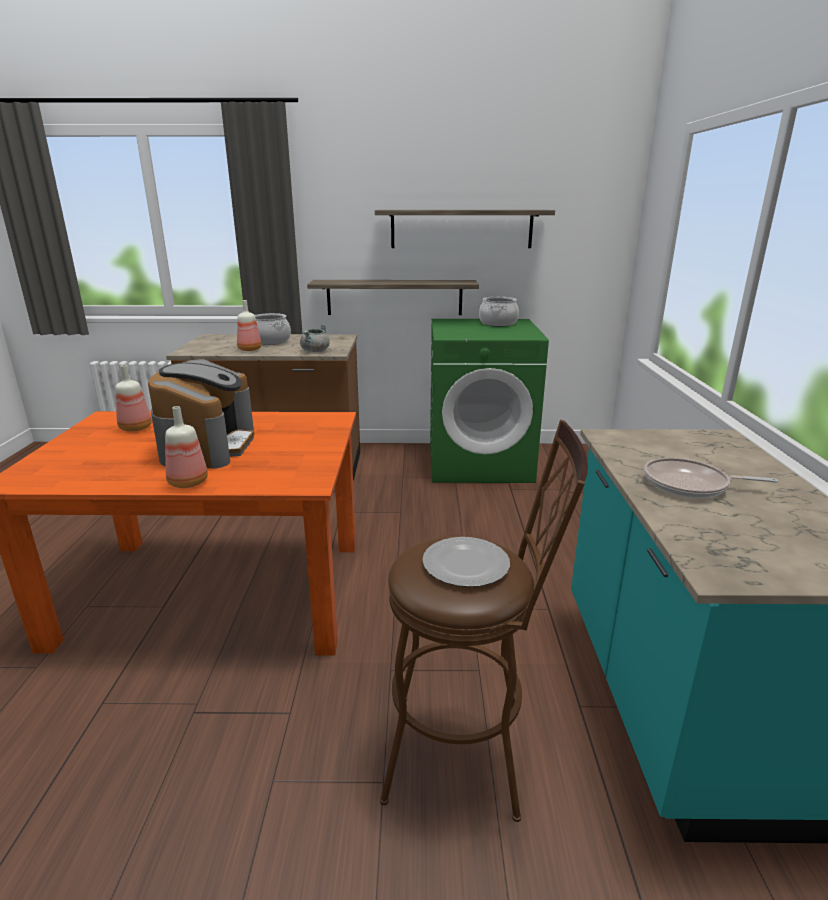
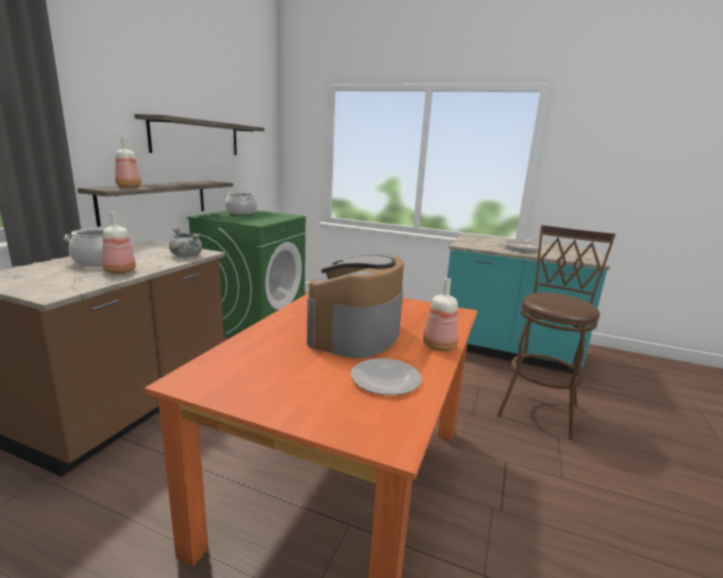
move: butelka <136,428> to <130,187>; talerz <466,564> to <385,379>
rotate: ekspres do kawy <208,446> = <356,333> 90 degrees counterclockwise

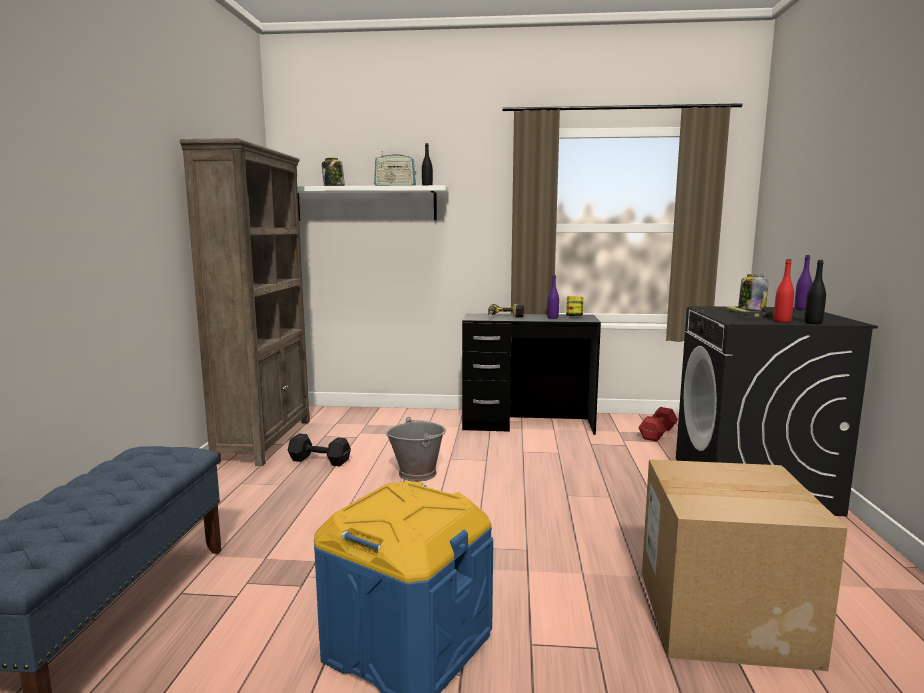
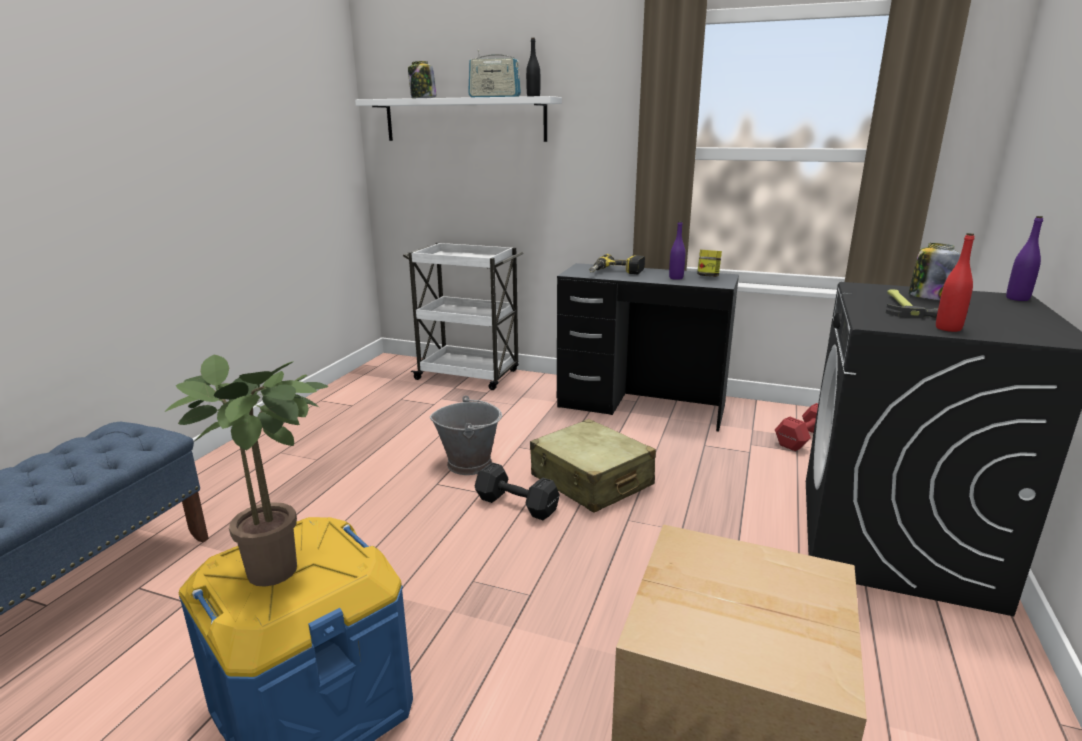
delete: regał (brązowy) <265,440>; butelka (czarny) <813,323>
insert: wózek (biały) <469,375>; roślina doniczkowa <282,569>; walizka (beżowy) <591,481>
move: hantel (czarny) <318,460> to <515,504>

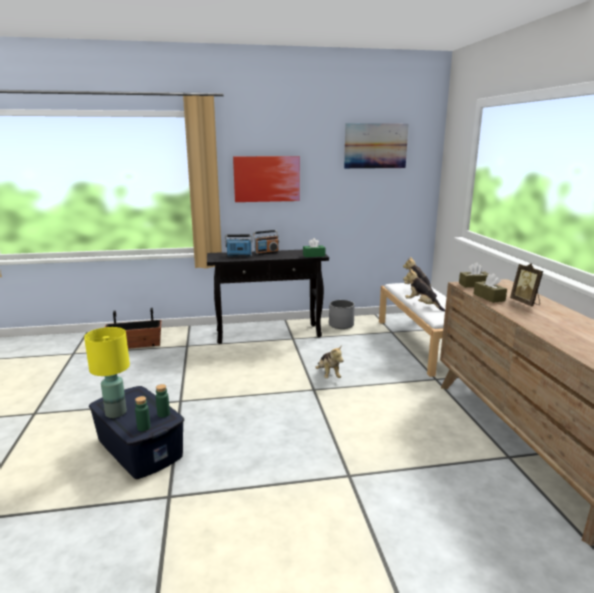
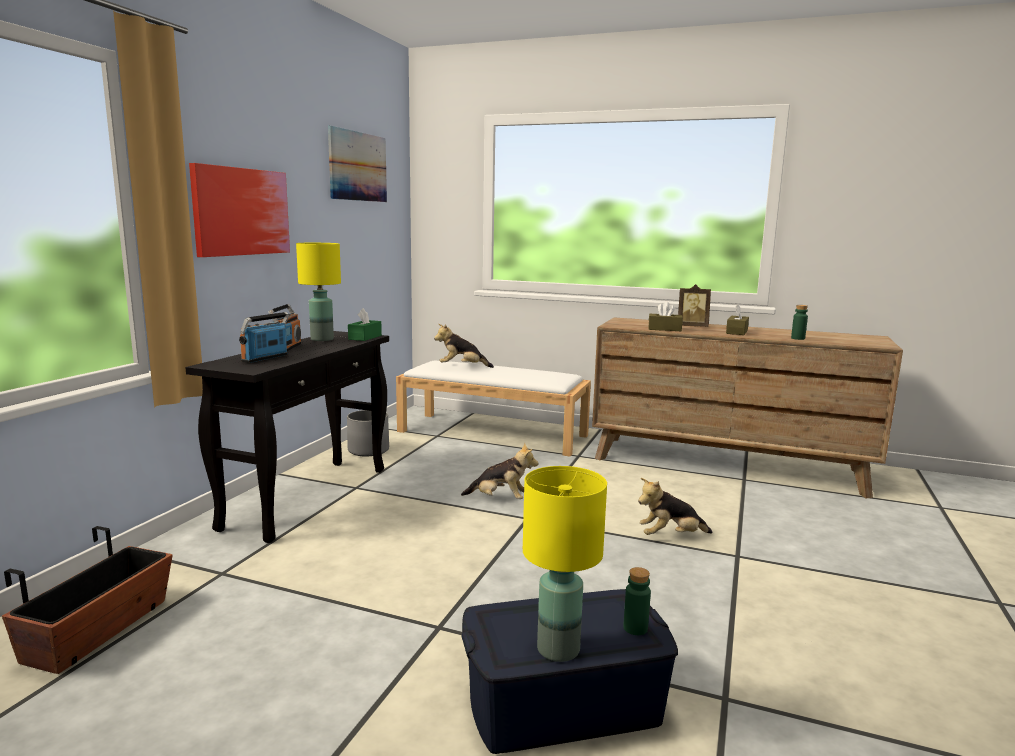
insert: lampa stołowa (żółty) <321,339>
move: pudełko chusteczek (brązowy) <474,285> to <736,332>; pluszak <422,305> to <670,536>; butelka (zielony) <163,414> to <798,338>

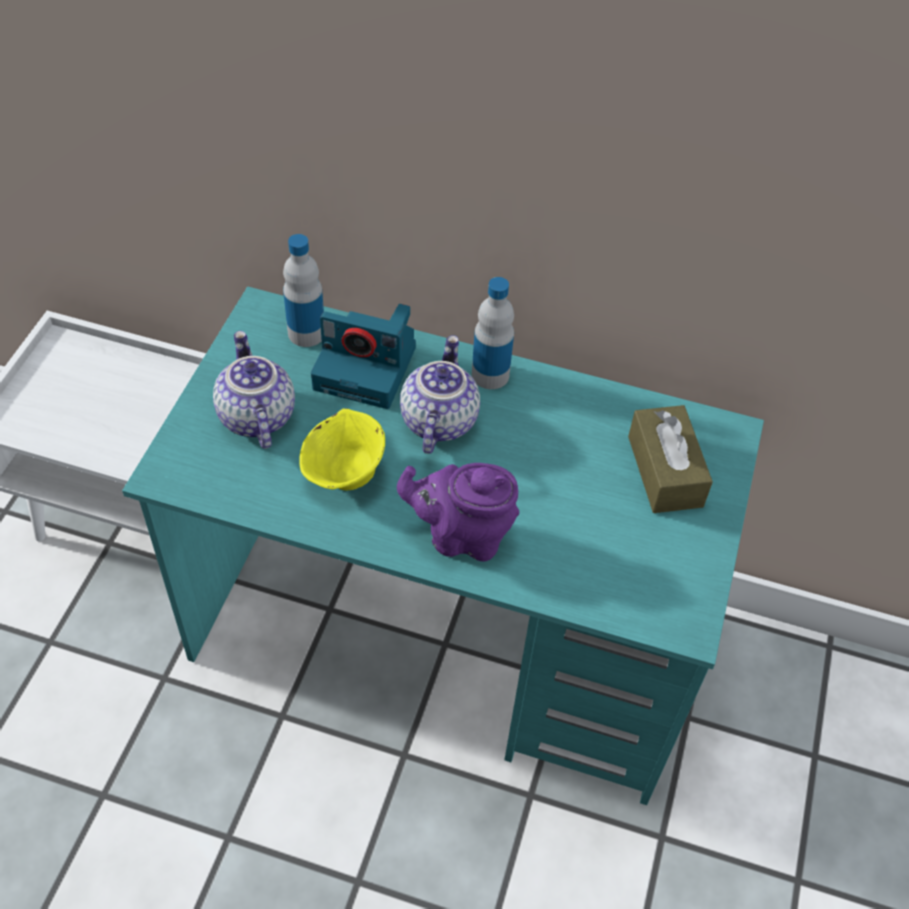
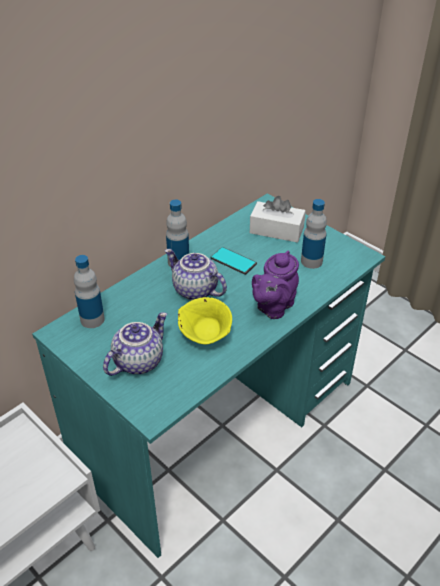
delete: aparat fotograficzny <368,367>
insert: butelka <311,261>; telefon <233,261>
recolor: pudełko chusteczek (brązowy) <665,471> to pudełko chusteczek (biały) <276,230>
rotate: imbryk <254,416> = <138,361> 120 degrees clockwise

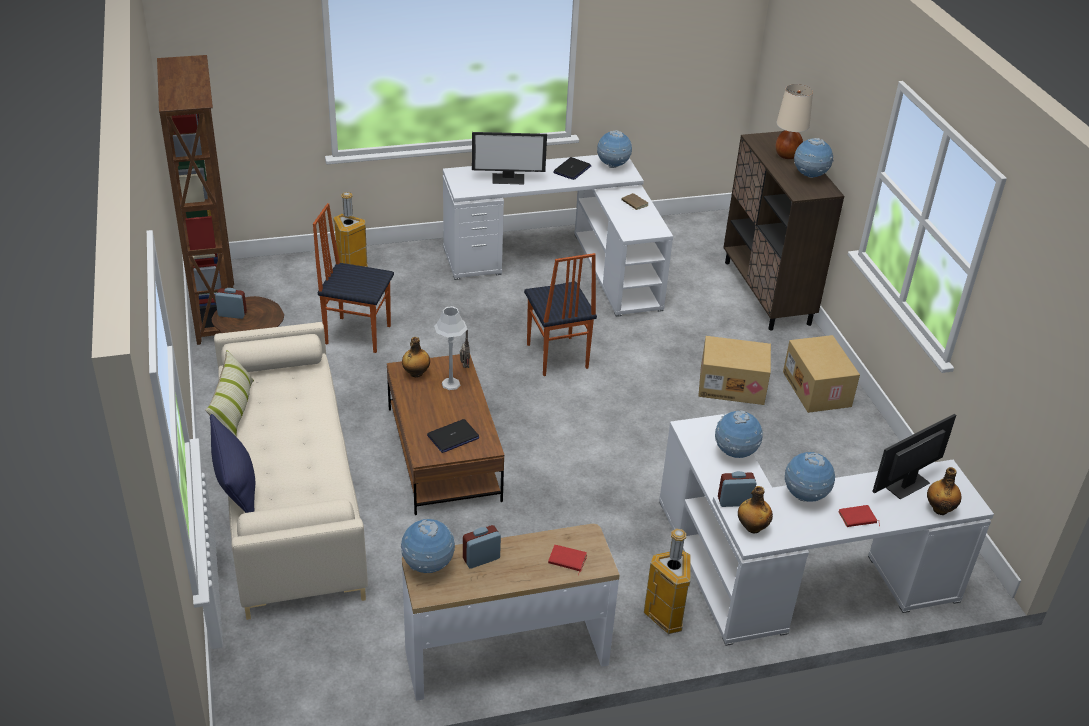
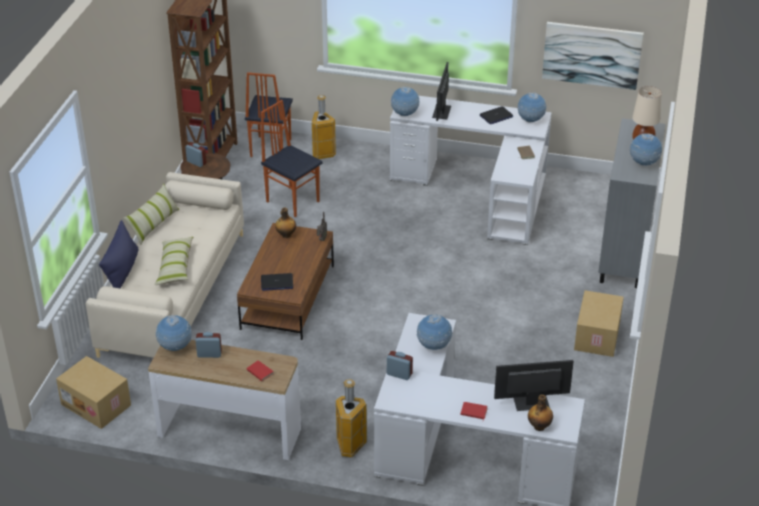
delete: lampa stołowa (szary) <450,384>; butelka <752,527>
insert: obraz <592,55>; poduszka <175,267>
move: krzesło <556,357> to <270,148>; karton <732,385> to <97,404>; globus <805,496> to <404,114>
recolor: szafka (brązowy) <767,293> to szafka (szary) <624,254>
rotate: monitor <508,178> = <442,112> 75 degrees clockwise

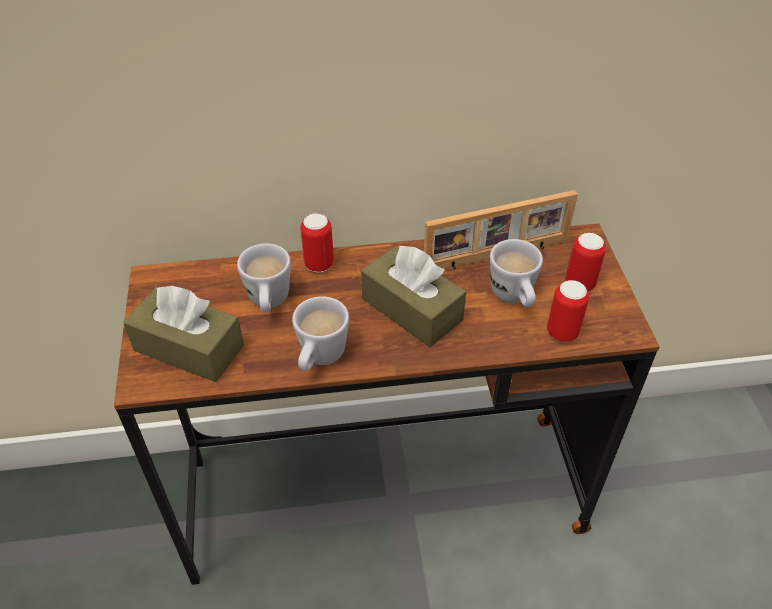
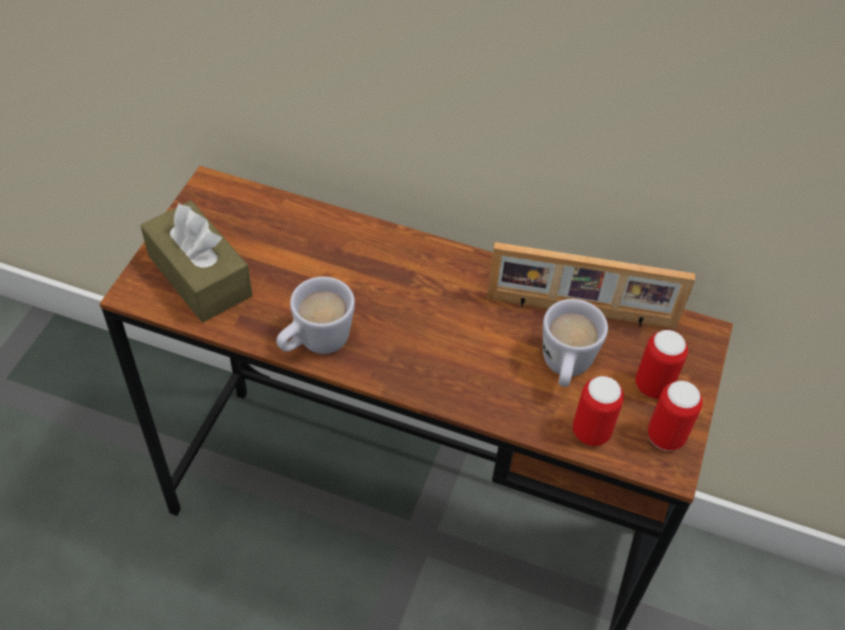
delete: kubek (biały) <269,303>; pudełko chusteczek (brązowy) <411,309>
move: puszka <319,264> to <665,436>

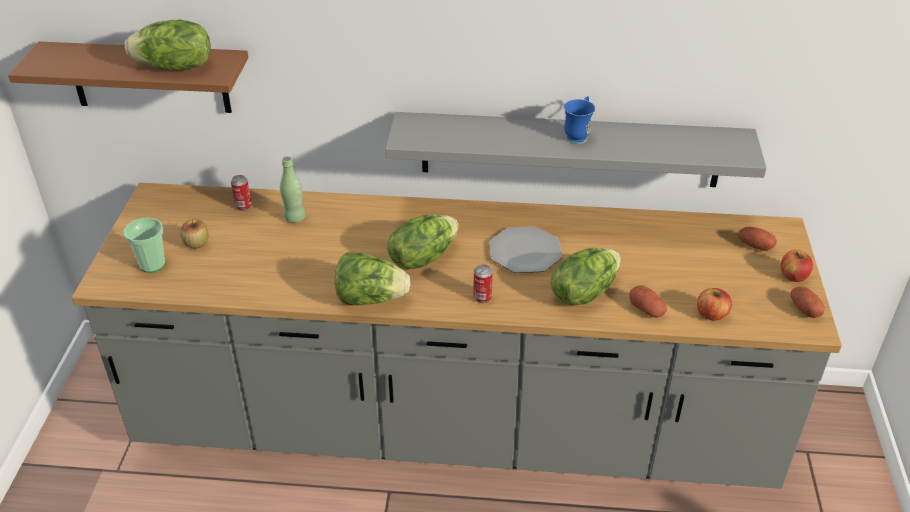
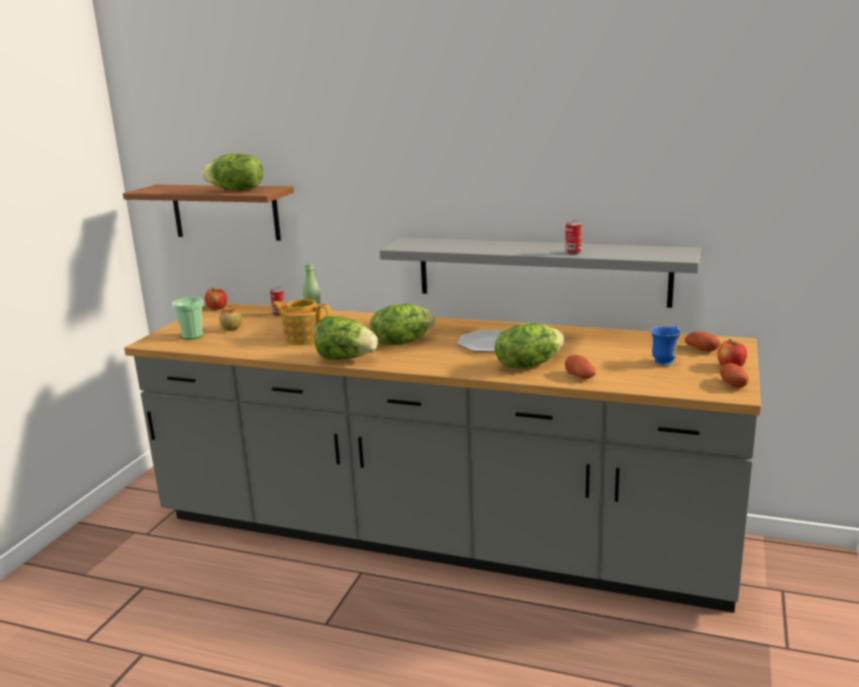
insert: imbryk <304,338>
move: kubek (niebieski) <578,135> to <666,361>; puszka <482,297> to <573,252>; jabłko <711,314> to <217,308>

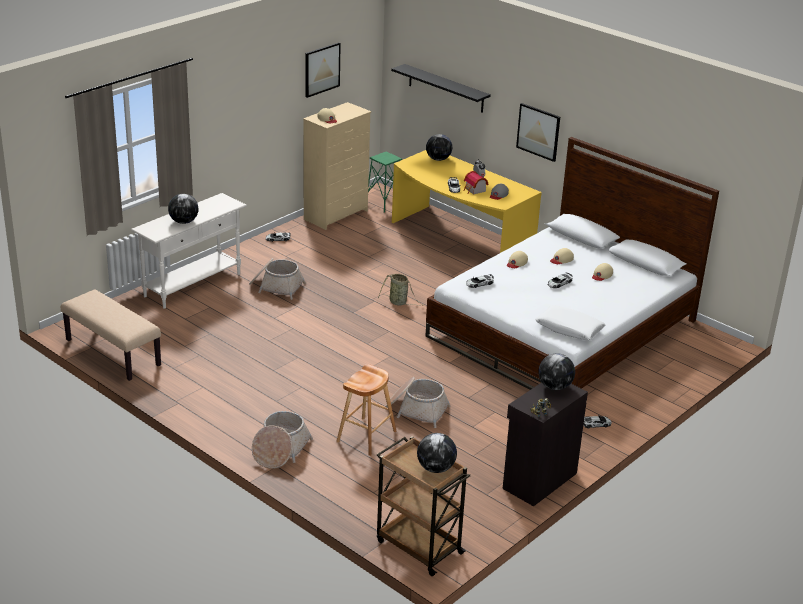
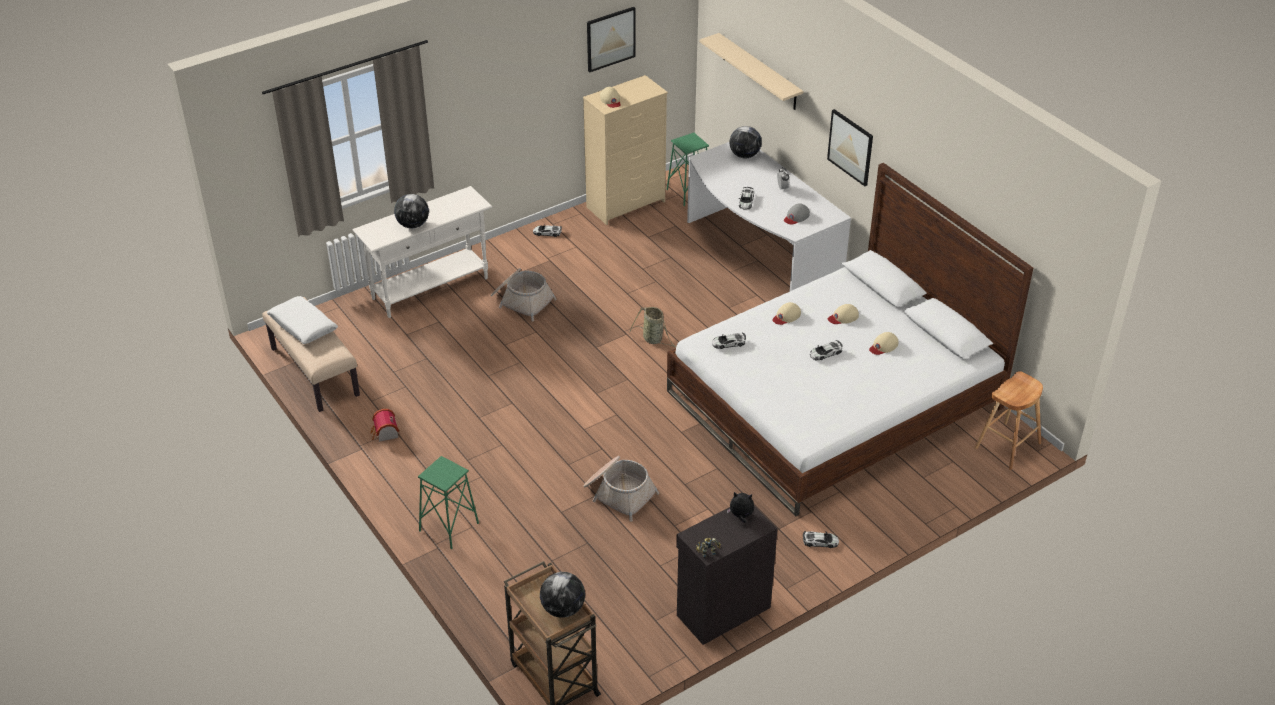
move: domek <474,190> to <385,434>; poduszka (biały) <569,329> to <303,326>; stołek (brązowy) <366,436> to <1007,445>
replace: globus <554,387> to pluszak <741,516>; koszyk <280,450> to stołek (zielony) <449,527>
recolor: półka (czarny) <446,88> to półka (beżowy) <759,72>; biurko (żółty) <459,238> to biurko (biały) <759,254>

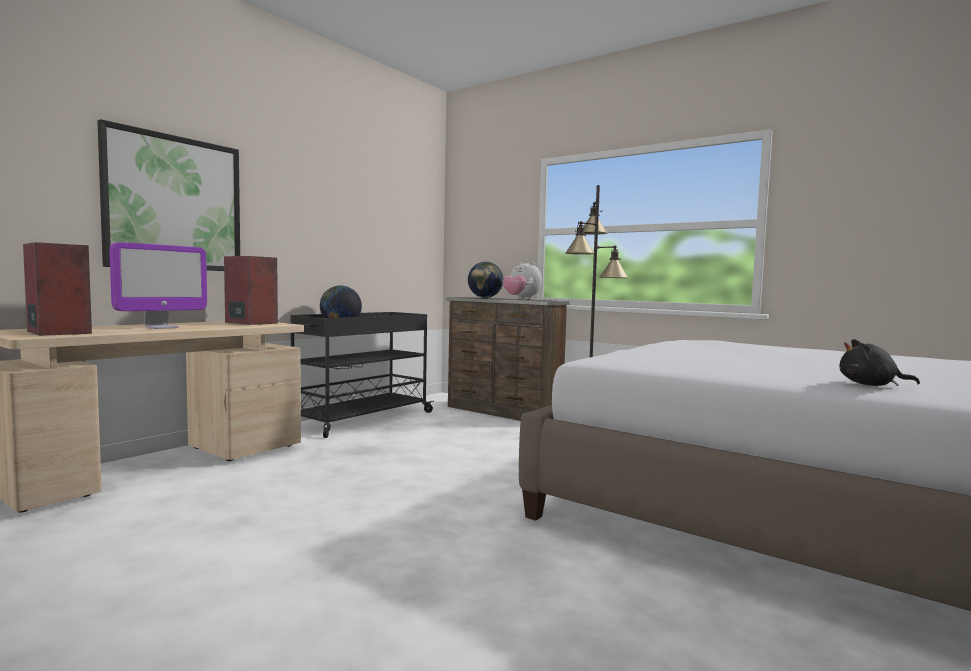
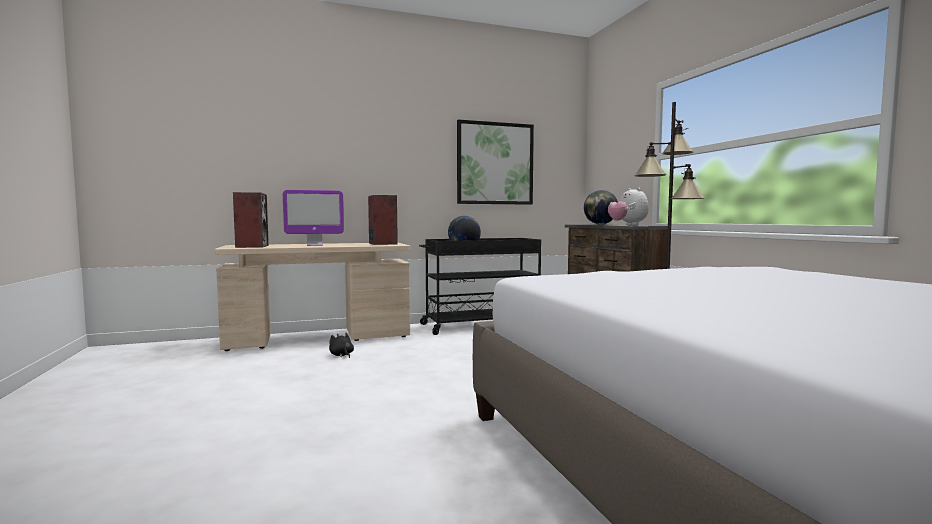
move: obraz <174,203> to <495,163>; pluszak (czarny) <871,385> to <341,355>

